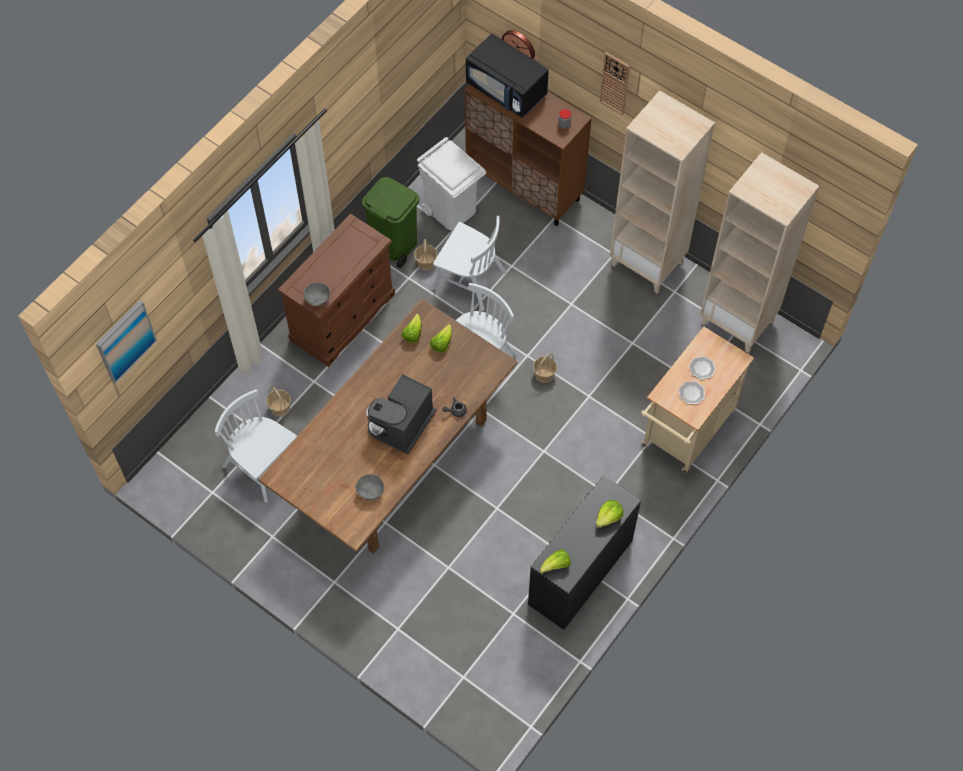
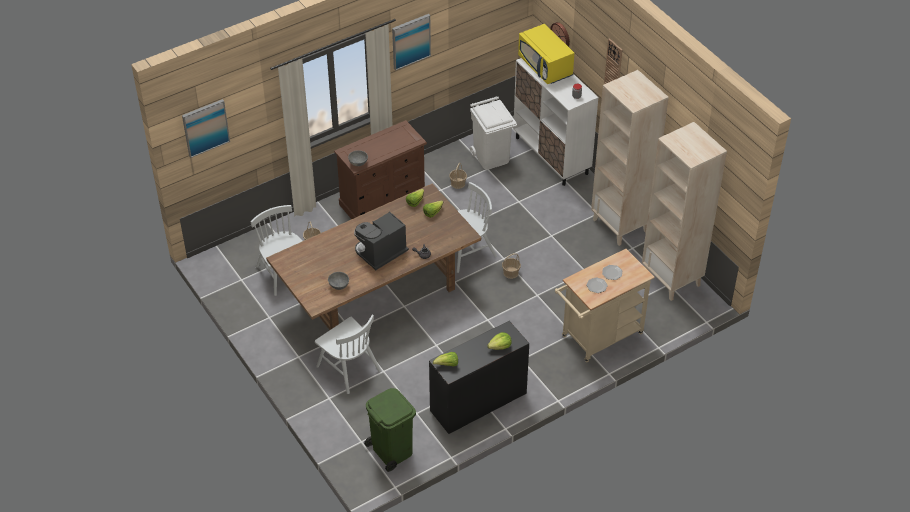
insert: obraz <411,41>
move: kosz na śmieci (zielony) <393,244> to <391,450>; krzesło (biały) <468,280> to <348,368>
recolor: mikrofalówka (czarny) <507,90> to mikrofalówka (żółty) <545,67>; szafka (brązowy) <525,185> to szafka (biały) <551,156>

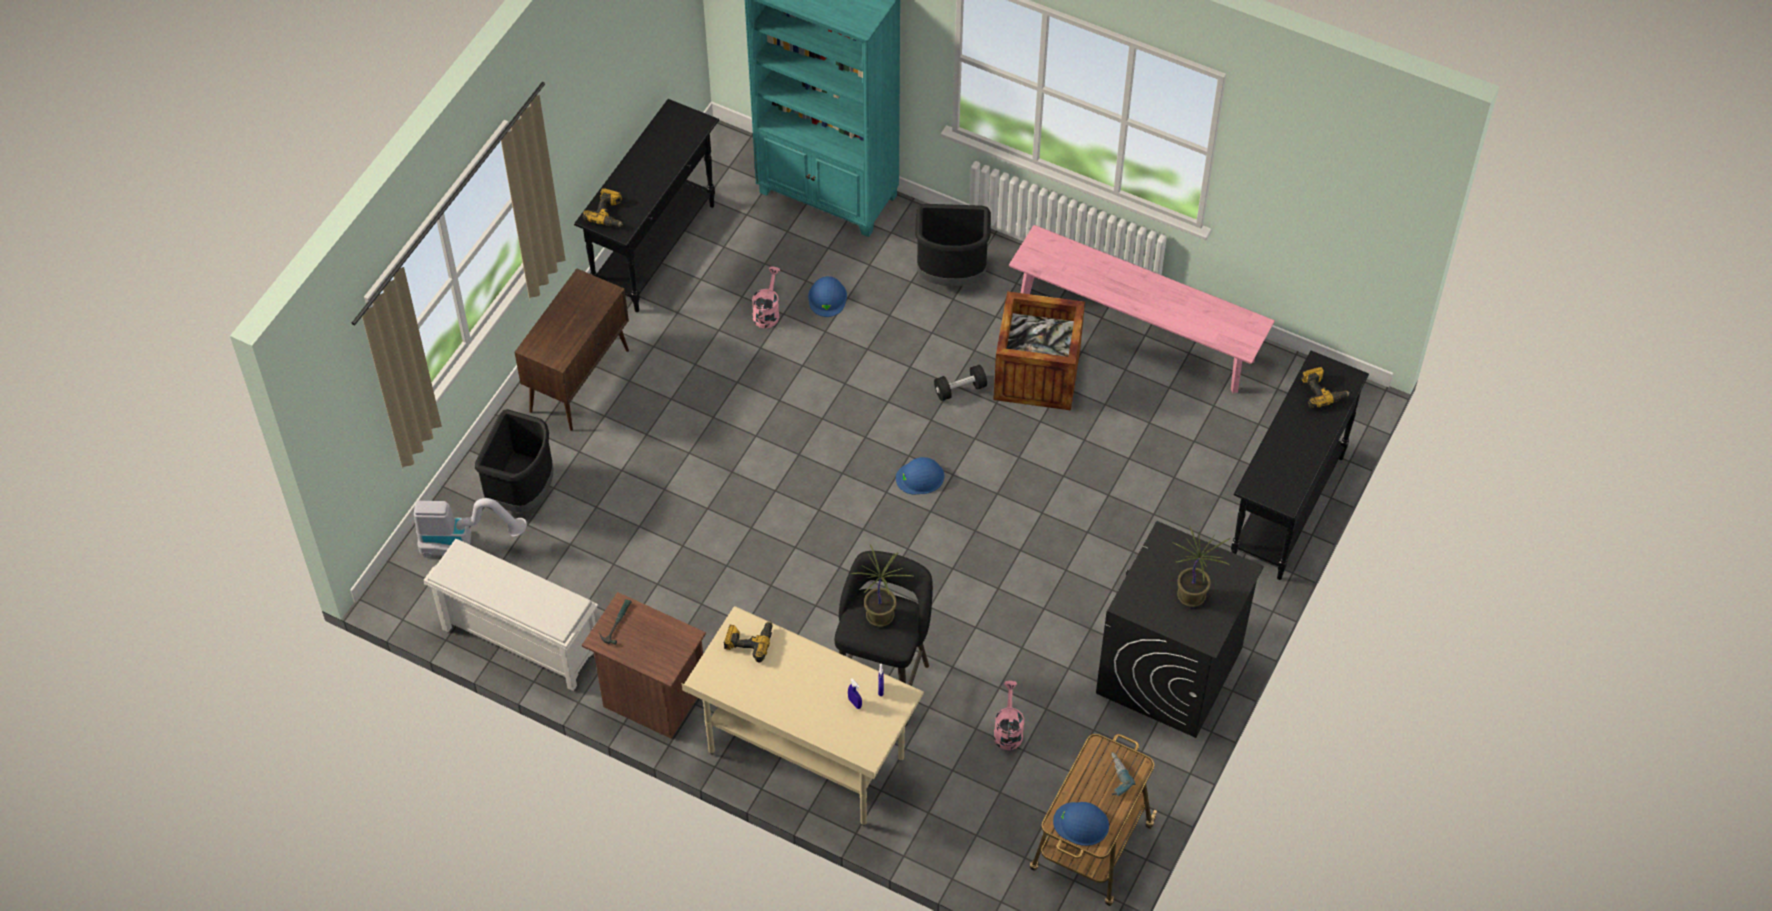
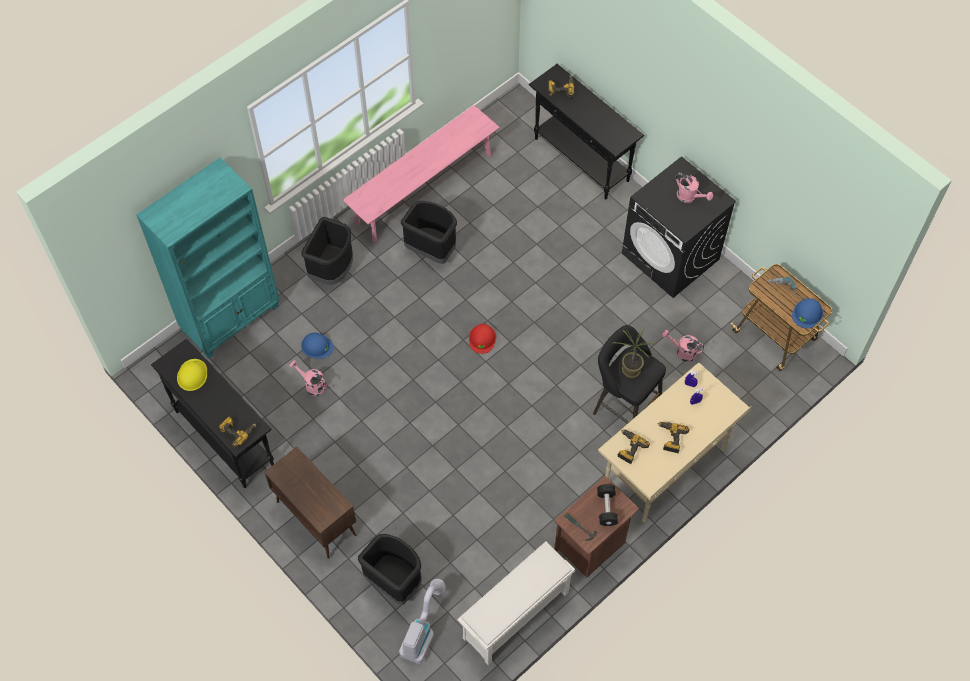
insert: kask (żółty) <192,375>; wiertarka <670,438>
move: hantel (czarny) <960,389> to <606,508>
replace: skrzynka <1037,374> to kosz na śmieci (czarny) <431,250>; roślina doniczkowa <1192,595> to konewka (różowy) <690,197>
recolor: kask (niebieski) <920,477> to kask (czerwony) <482,338>

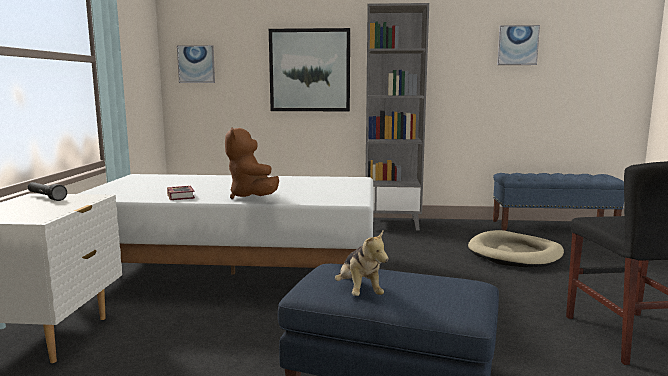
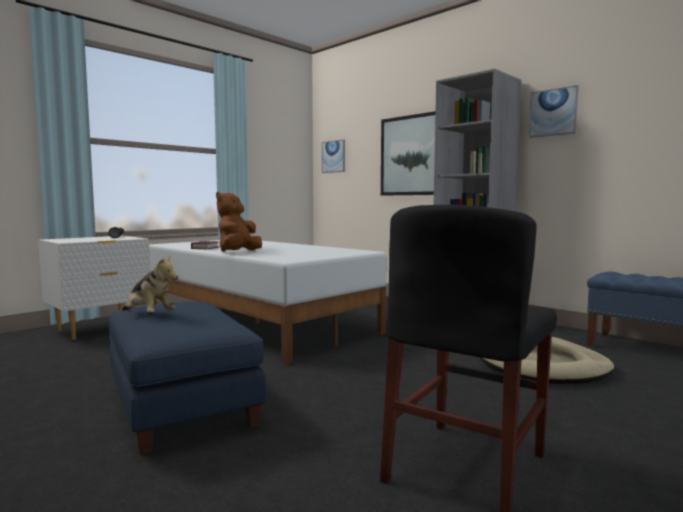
move: obraz <517,45> to <553,112>
rotate: pluszak <359,292> = <148,315> 75 degrees counterclockwise

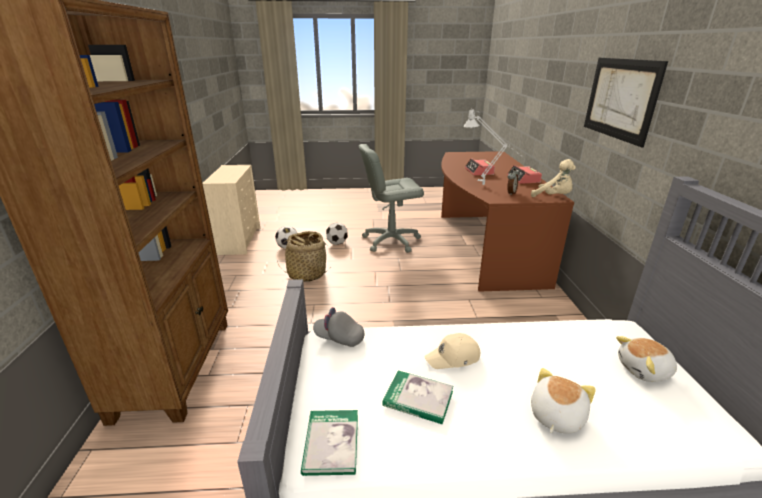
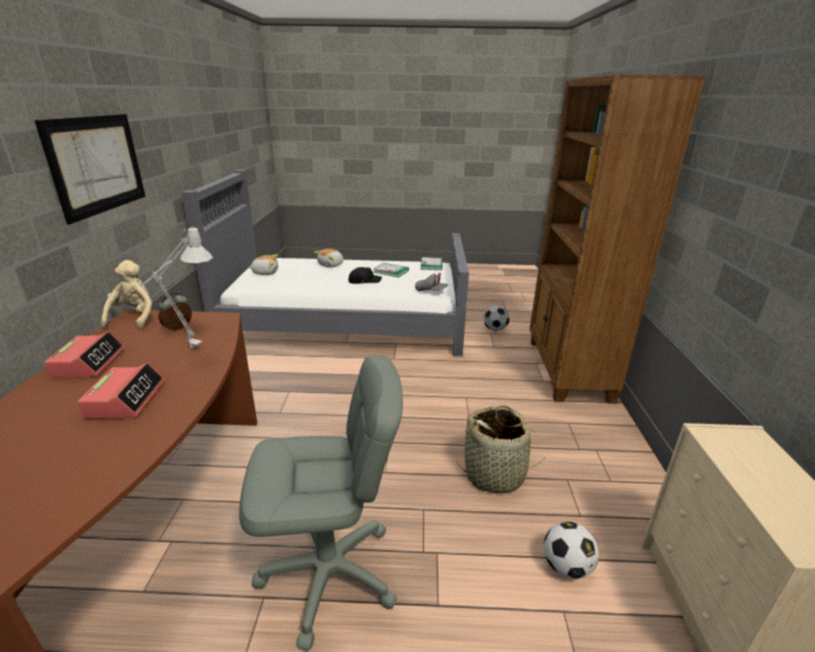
move: piłka futbolowa <337,243> to <495,329>
recolor: czapka z daszkiem (beżowy) <453,358> to czapka z daszkiem (czarny) <364,281>
rotate: pluszak (beżowy) <553,197> = <134,318> 45 degrees clockwise

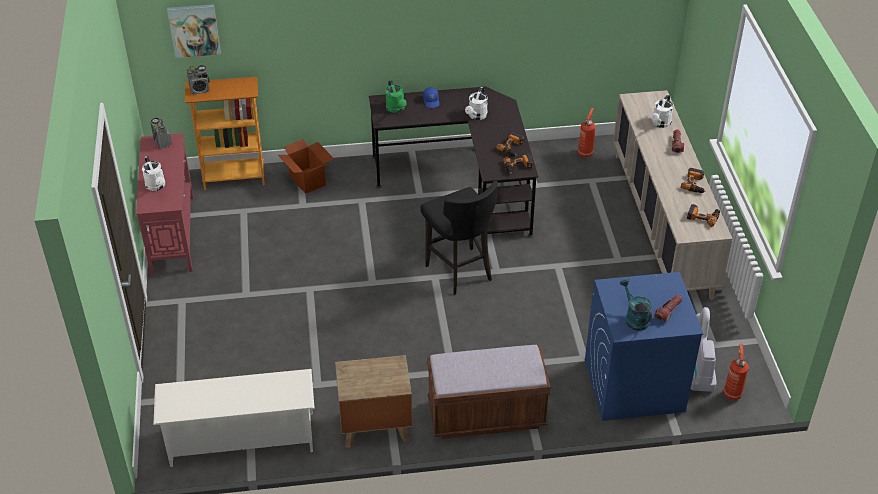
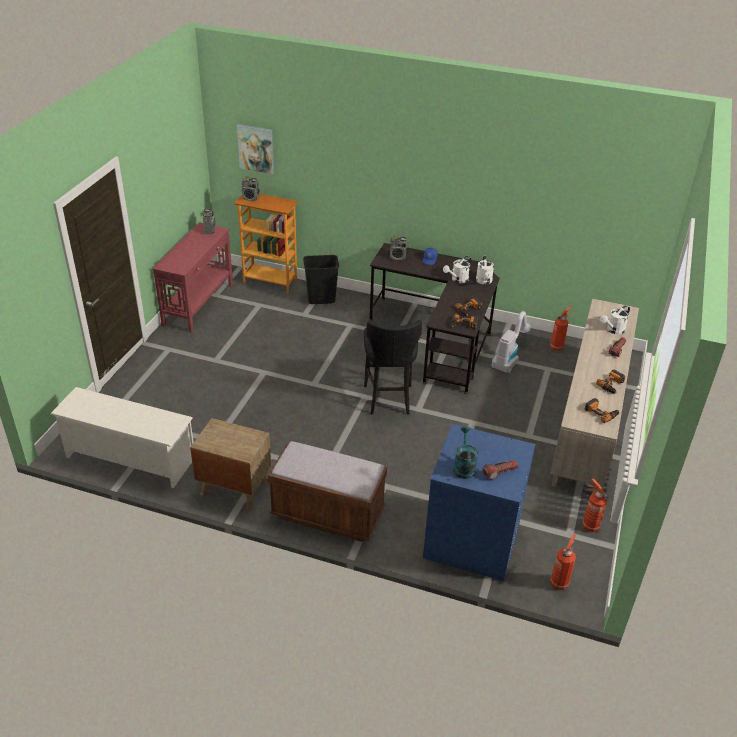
insert: gaśnica <589,525>
move: konewka (biały) <156,186> to <484,282>; odkurzacz <699,367> to <509,358>
replace: konewka (zielony) <396,109> to radio <397,257>; karton <308,180> to kosz na śmieci (czarny) <321,299>

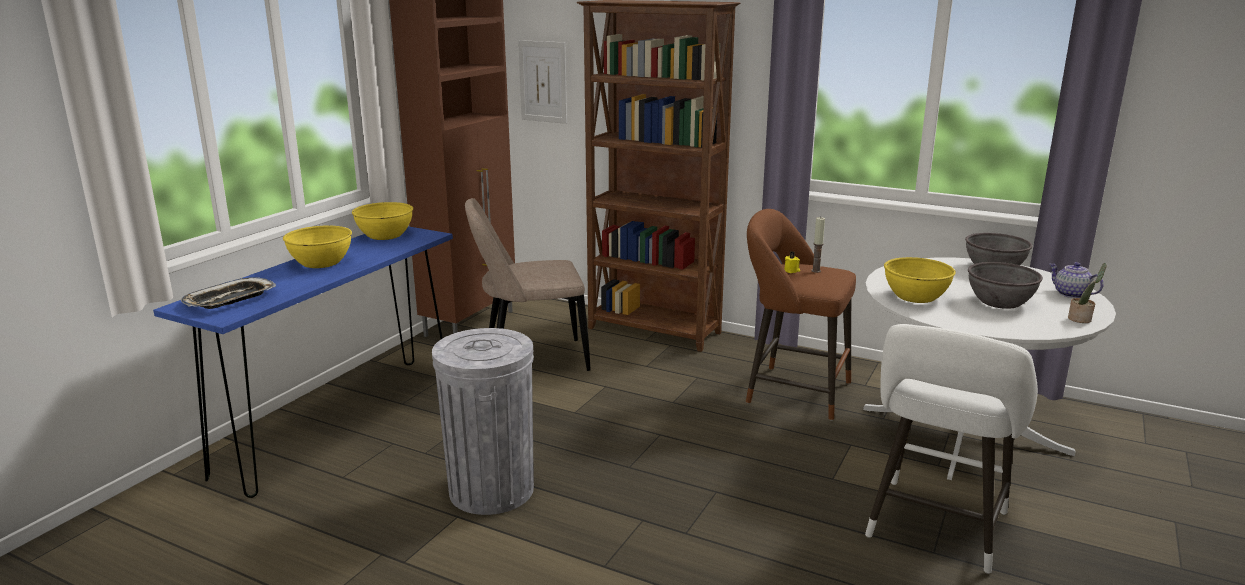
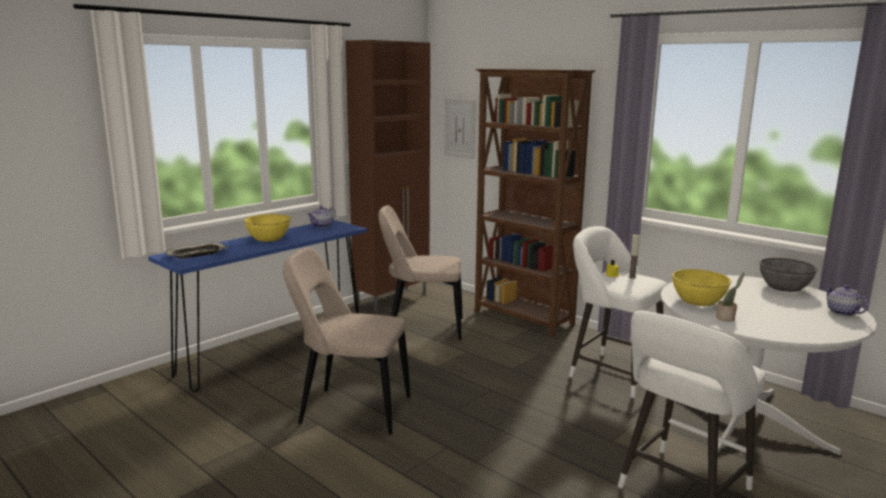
delete: miska (szary) <1000,302>
move: roślina doniczkowa <1081,319> to <727,318>
replace: miska (żółty) <385,235> to imbryk <322,226>; kosz na śmieci (szary) <491,490> to krzesło (beżowy) <350,410>
recolor: stołek (brązowy) <792,391> to stołek (biały) <610,373>

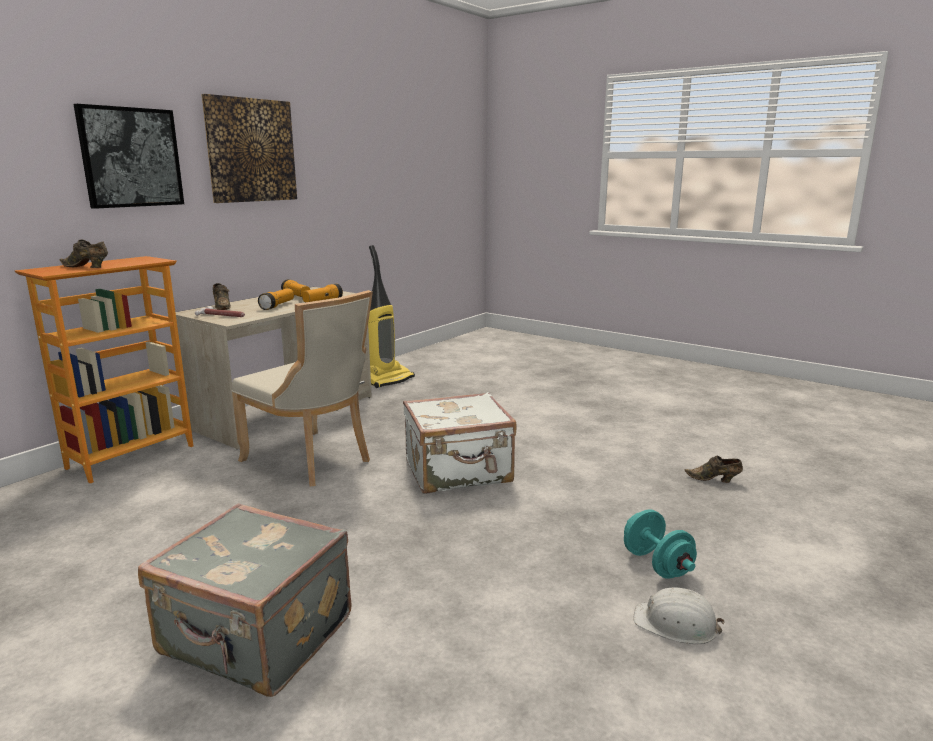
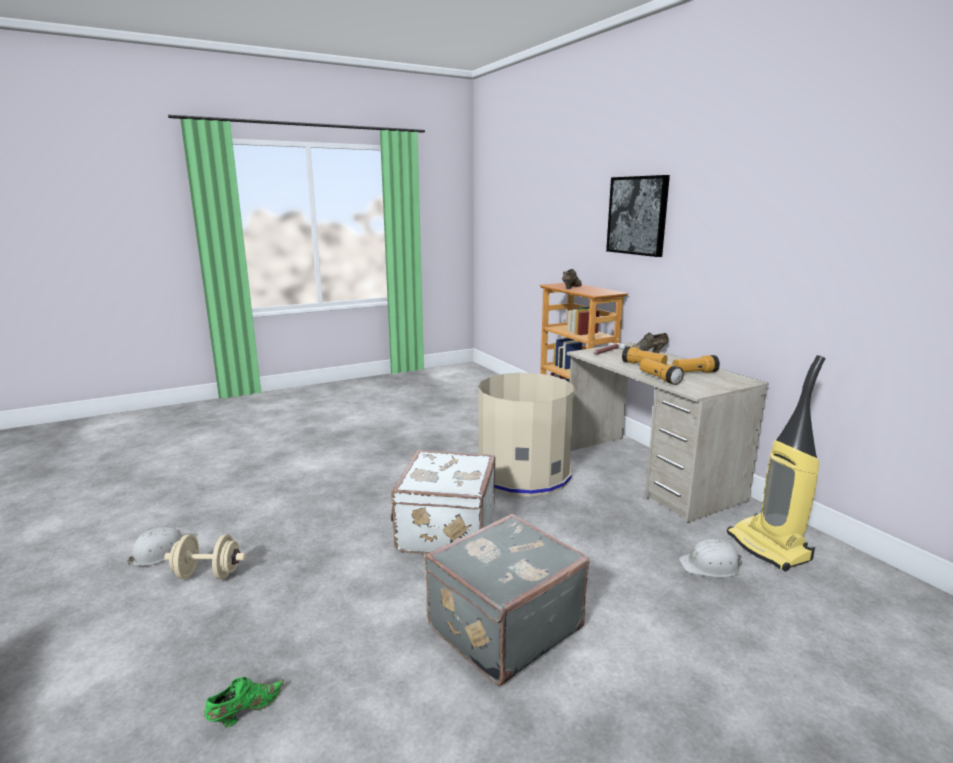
delete: obraz <251,150>
insert: kask (biały) <711,565>
move: walizka (szary) <256,638> to <502,627>
replace: krzesło (beżowy) <312,460> to kosz na śmieci (beżowy) <523,474>
recolor: but (brązowy) <714,480> to but (zielony) <244,712>; hantel (turkusowy) <656,564> to hantel (beżowy) <208,574>

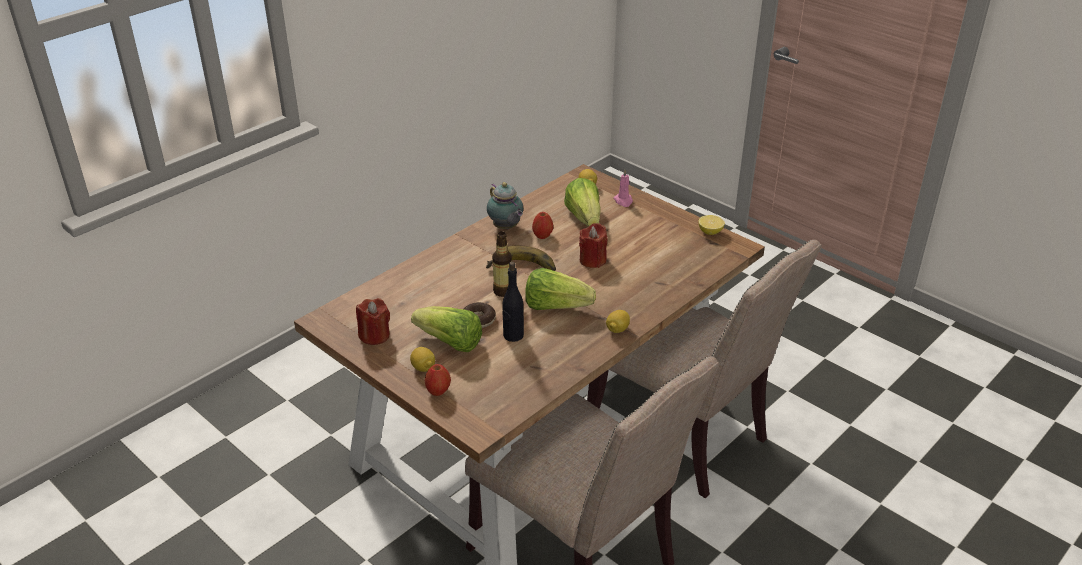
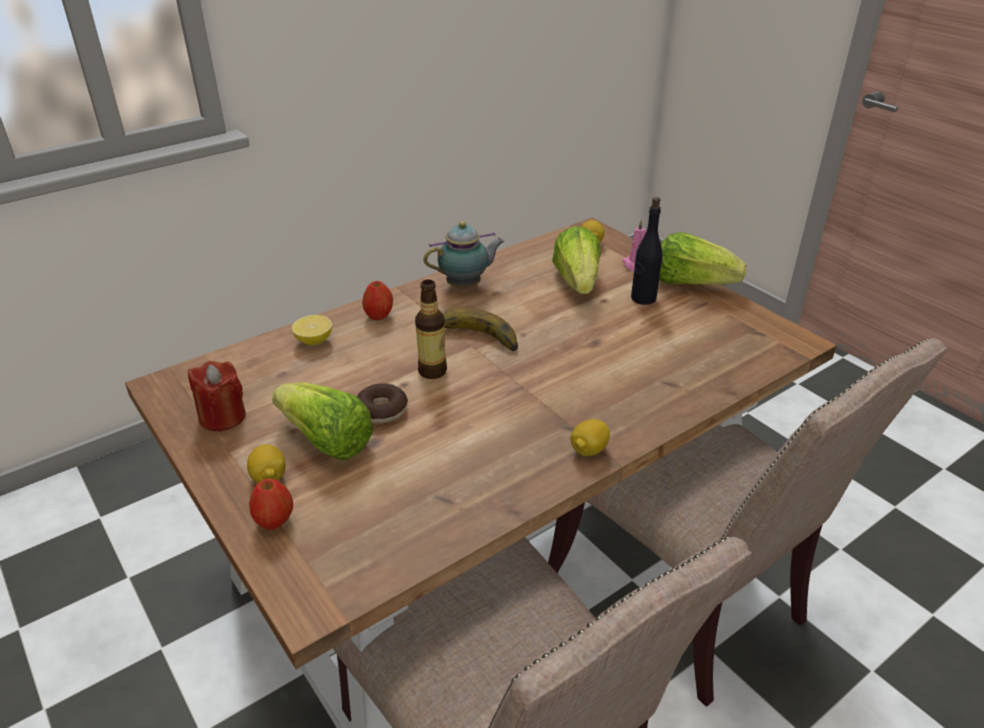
delete: świeca (czerwony) <592,260>
move: jabłko <542,236> to <379,316>; cytryna <710,232> to <314,341>; butelka (czarny) <513,335> to <643,298>; sałata <555,306> to <691,283>
rotate: imbryk <506,228> = <466,285> 90 degrees counterclockwise

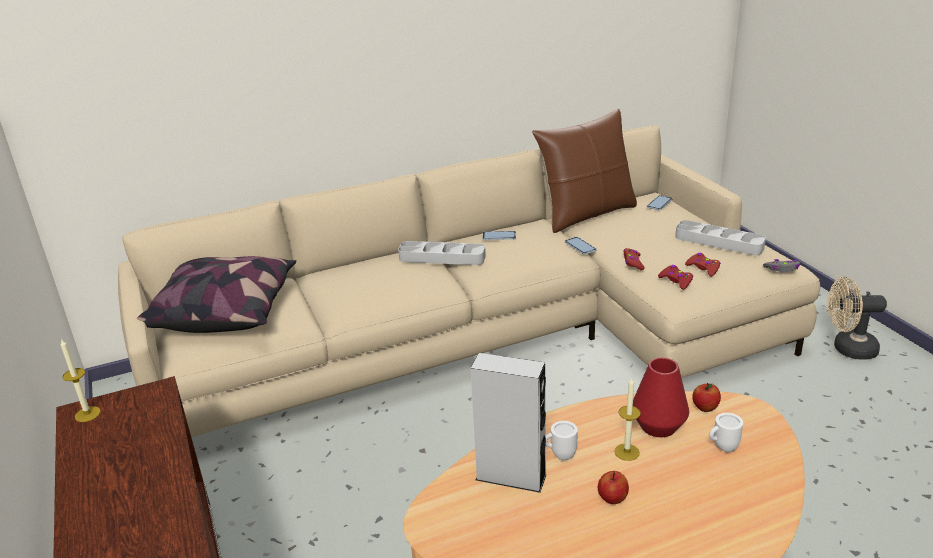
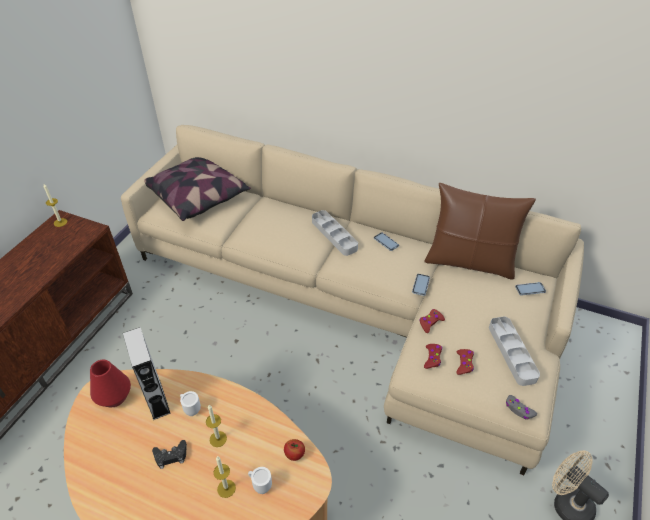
insert: świeca <226,488>
move: wazon (czerwony) <658,426> to <114,397>
replace: jabłko <612,499> to pad do gier (czarny) <171,456>

